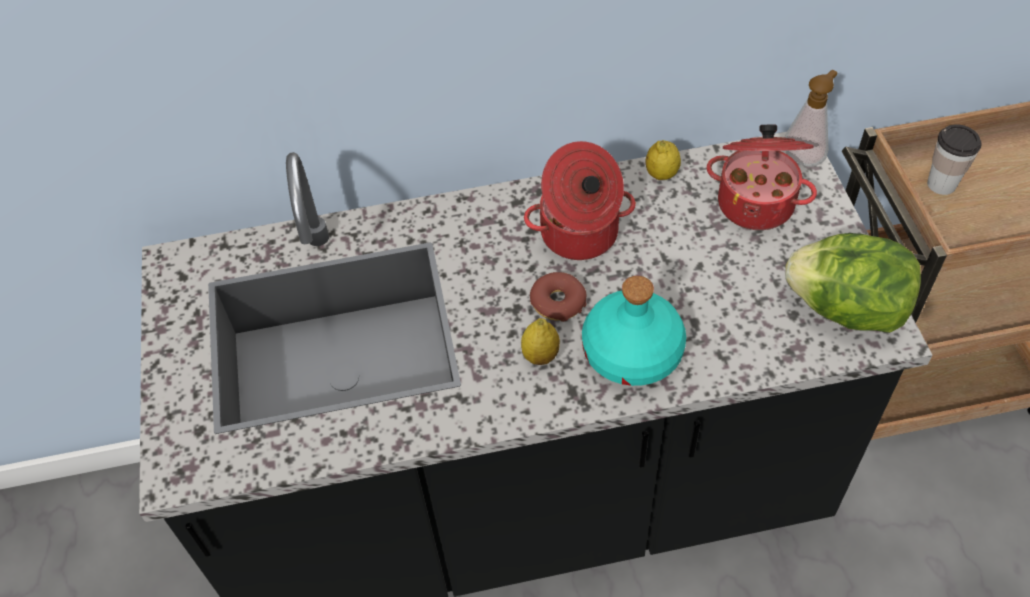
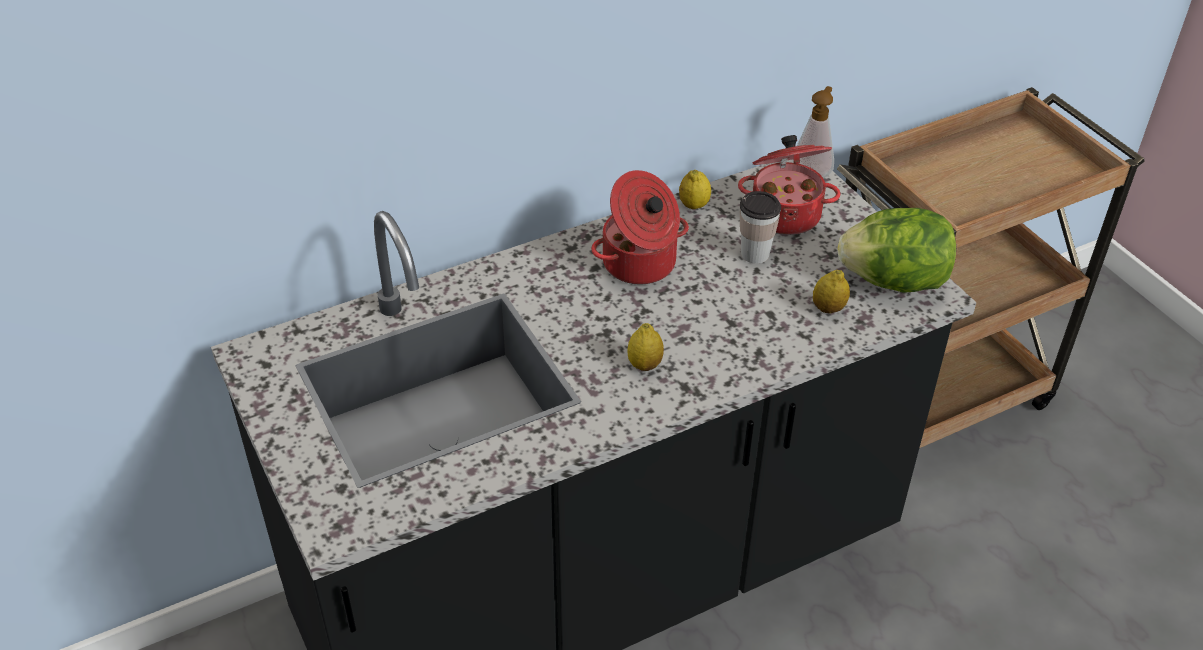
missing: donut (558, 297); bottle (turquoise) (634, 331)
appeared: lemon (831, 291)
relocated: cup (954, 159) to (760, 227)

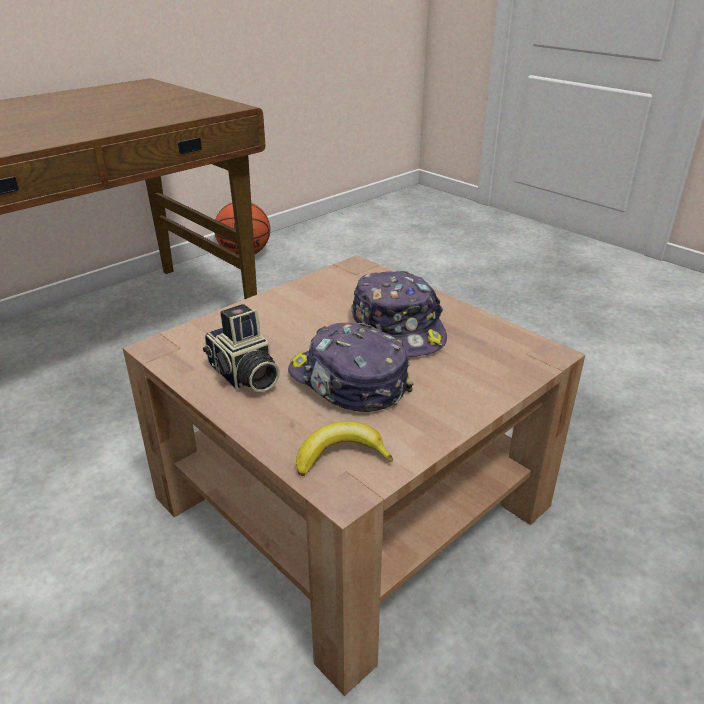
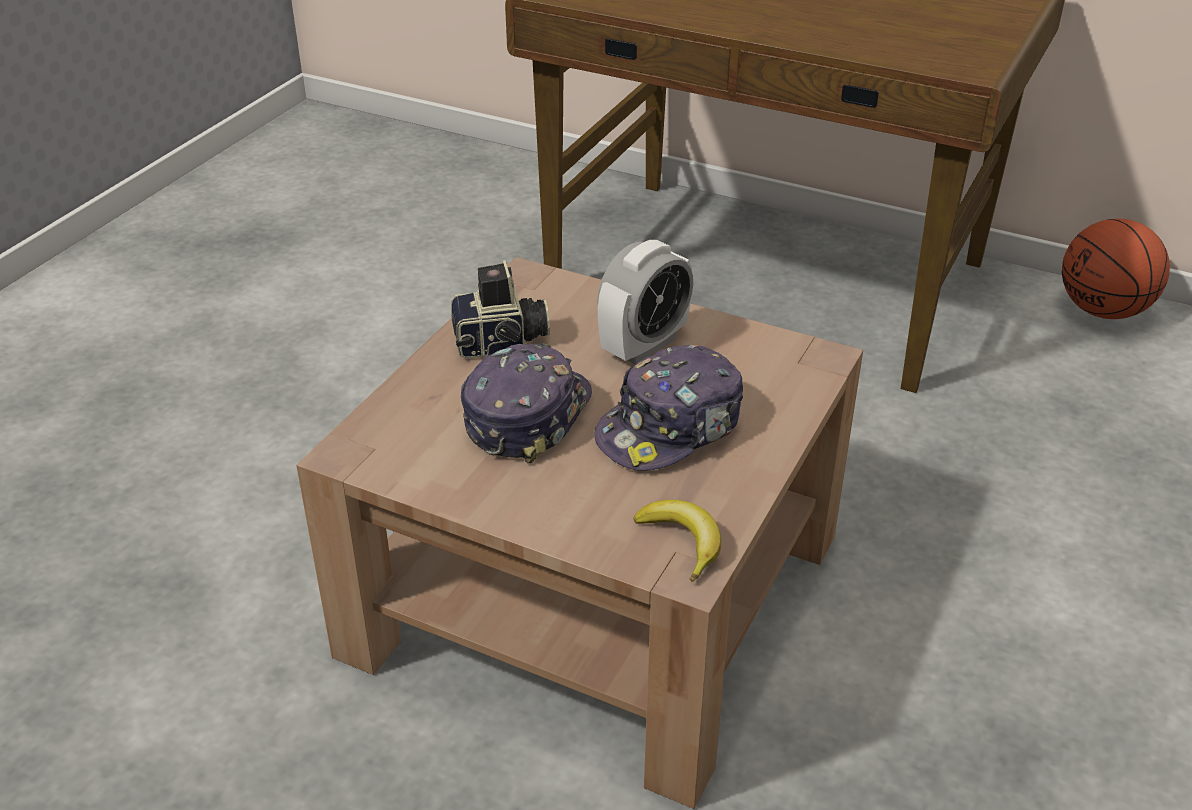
appeared: alarm clock (645, 302)
relocated: banana (344, 448) to (677, 541)
spun: photo camera (241, 348) = (500, 309) 135 degrees counterclockwise

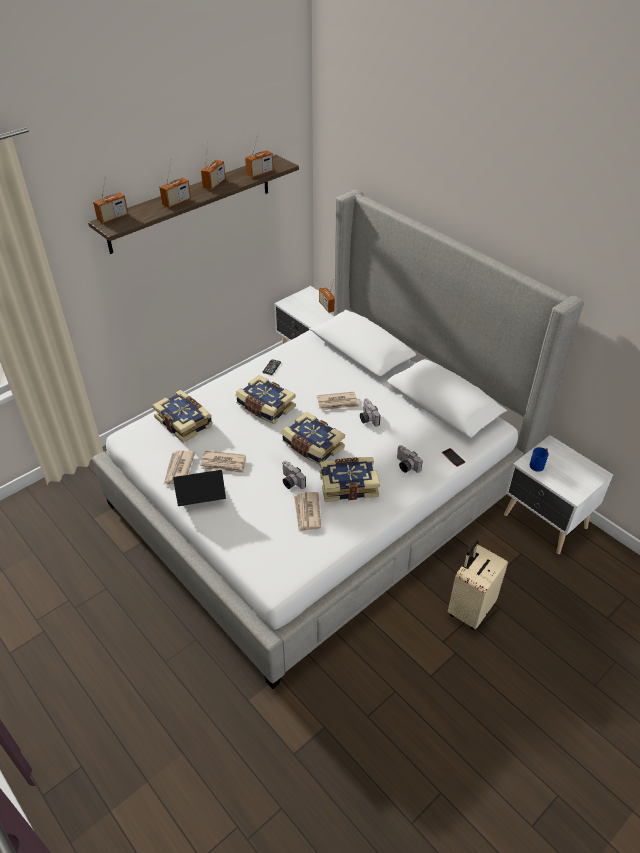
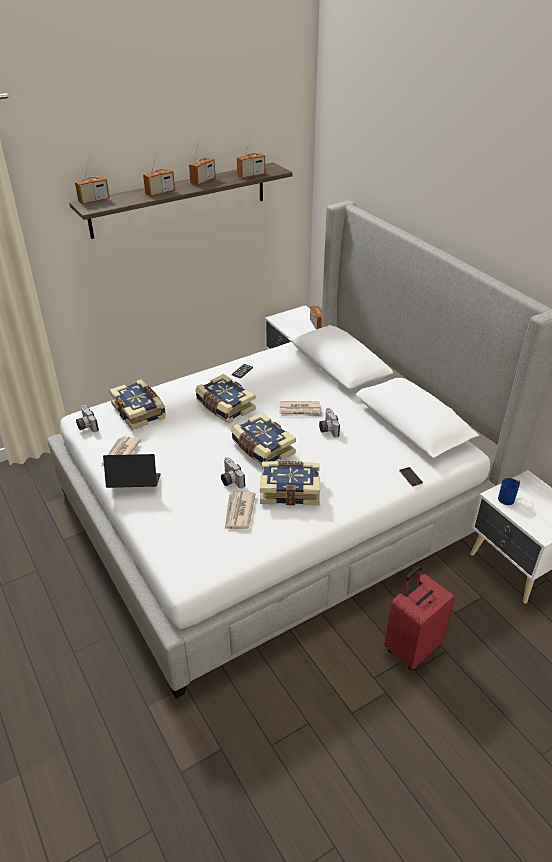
missing: newspaper (223, 462)
relocated: photo camera (410, 459) to (87, 418)
colour: suitcase (beige) (478, 585) to suitcase (red) (419, 618)

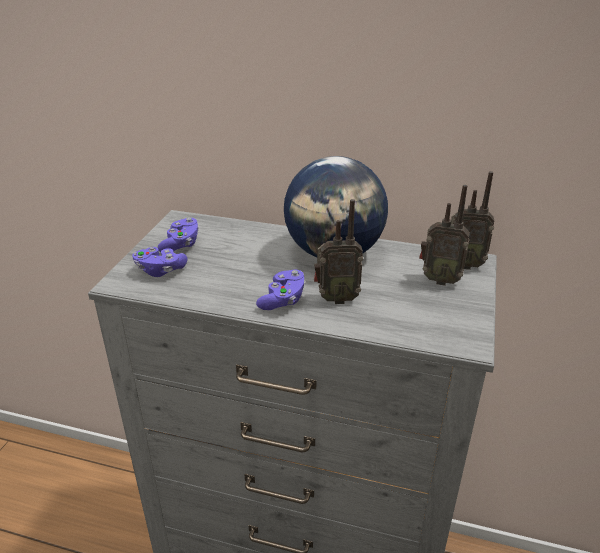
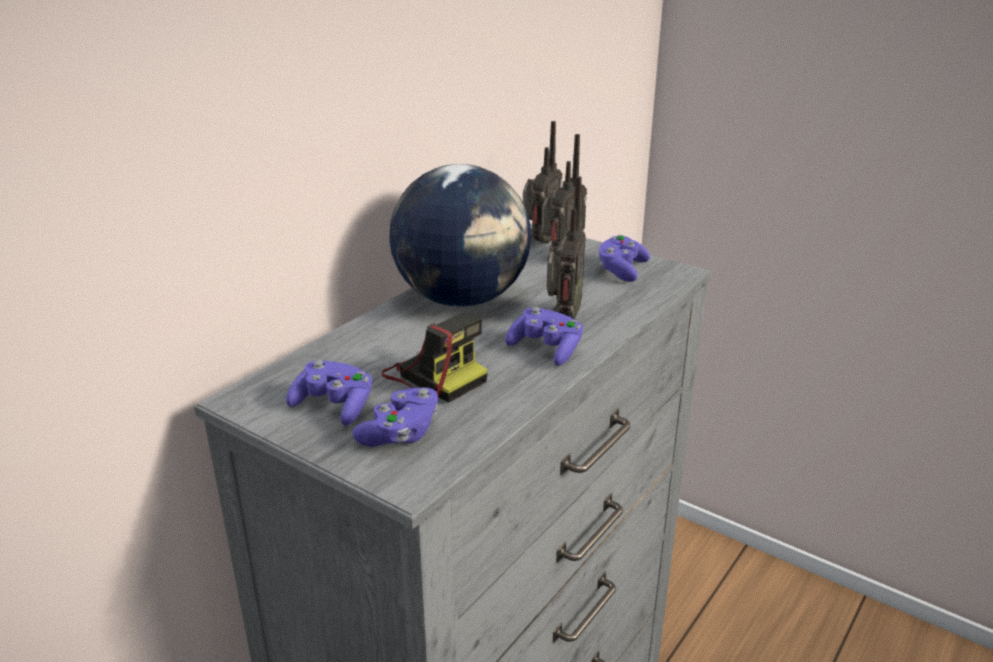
appeared: photo camera (434, 357); game controller (purple) (623, 258)

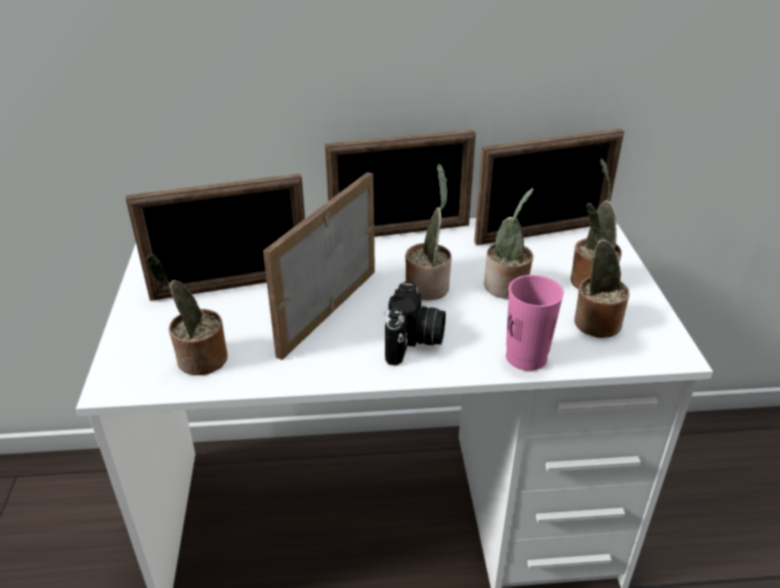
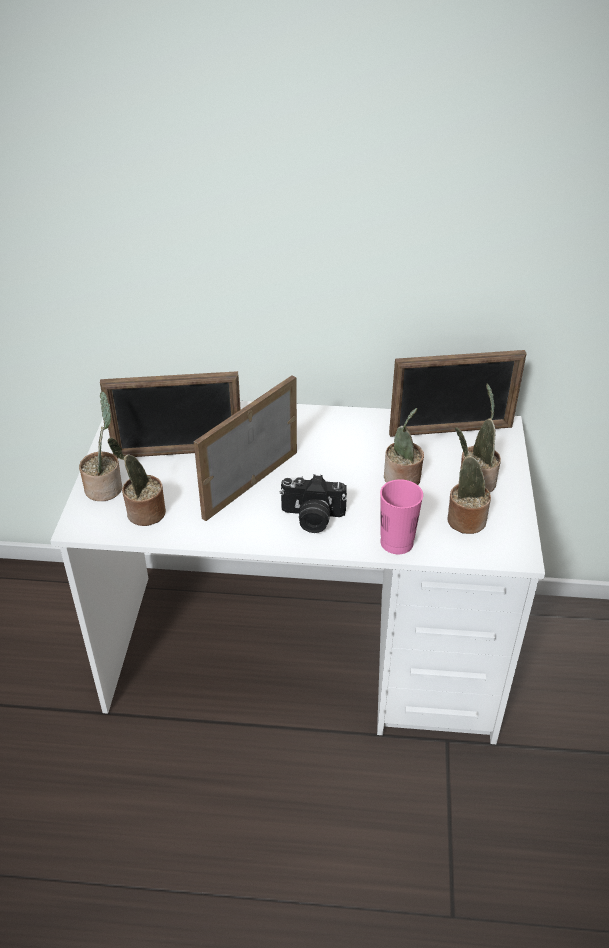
missing: picture frame (400, 183)
relocated: potted plant (428, 232) to (100, 446)
spun: photo camera (415, 323) = (313, 503) 75 degrees clockwise

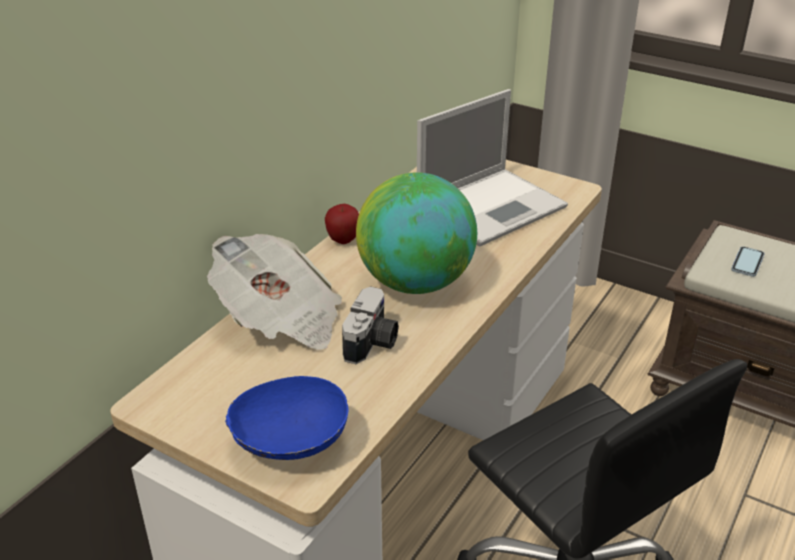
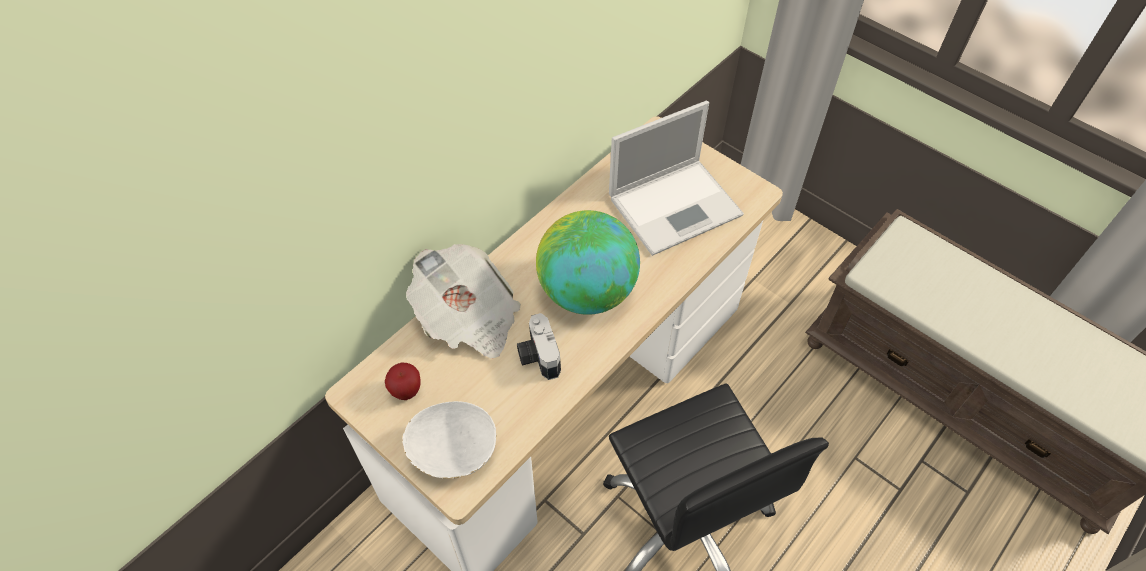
missing: phone (748, 262)
relocated: apple (342, 224) to (403, 381)
colour: bowl (blue) (287, 418) to bowl (white) (449, 440)
spun: photo camera (370, 325) = (539, 346) 135 degrees clockwise

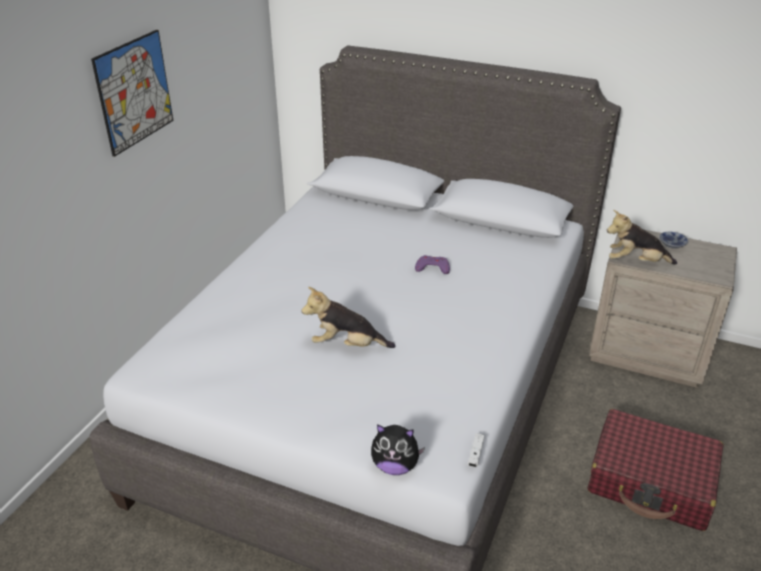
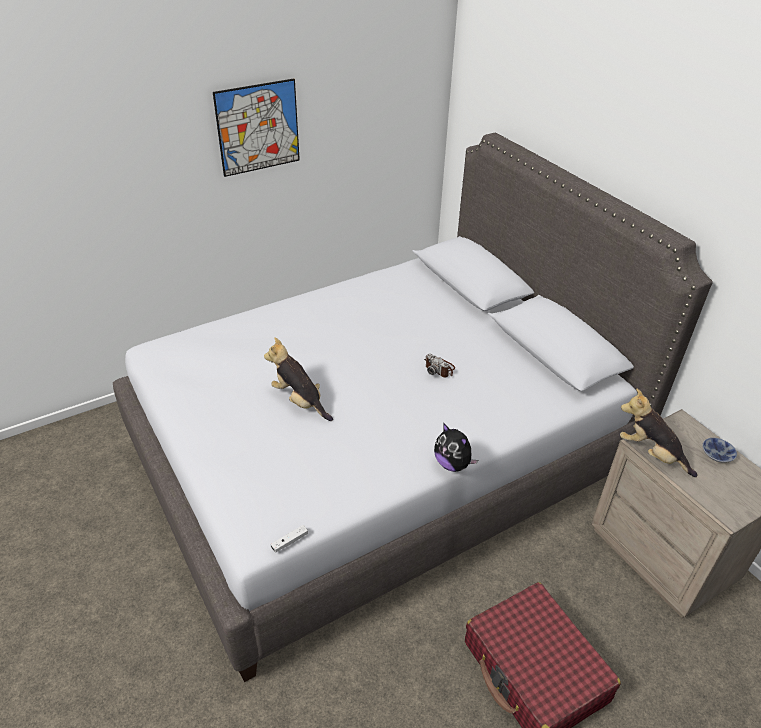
relocated: plush toy (398, 449) to (456, 447)
exchanged: game controller (purple) (432, 264) to photo camera (439, 365)

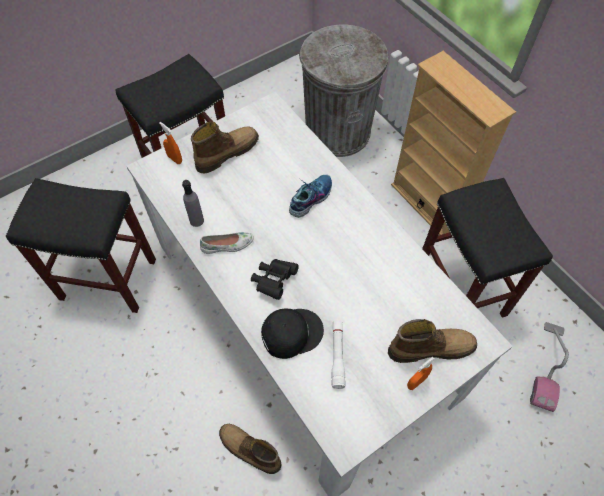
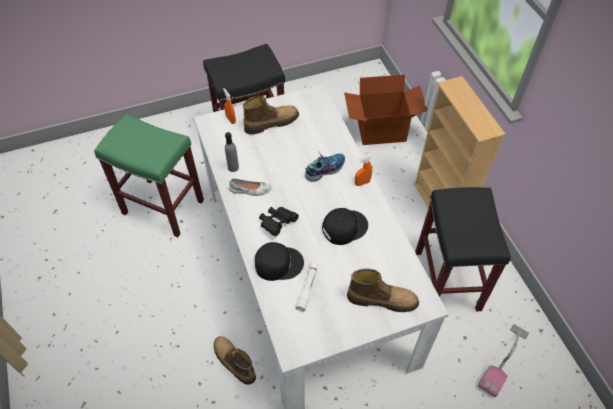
appeared: cap (black) (345, 226)
relocated: spray bottle (orange) (421, 373) to (363, 170)
exchanged: trash can (grey) (343, 90) to cardboard box (386, 110)
colour: stool (black) (81, 245) to stool (green) (149, 175)

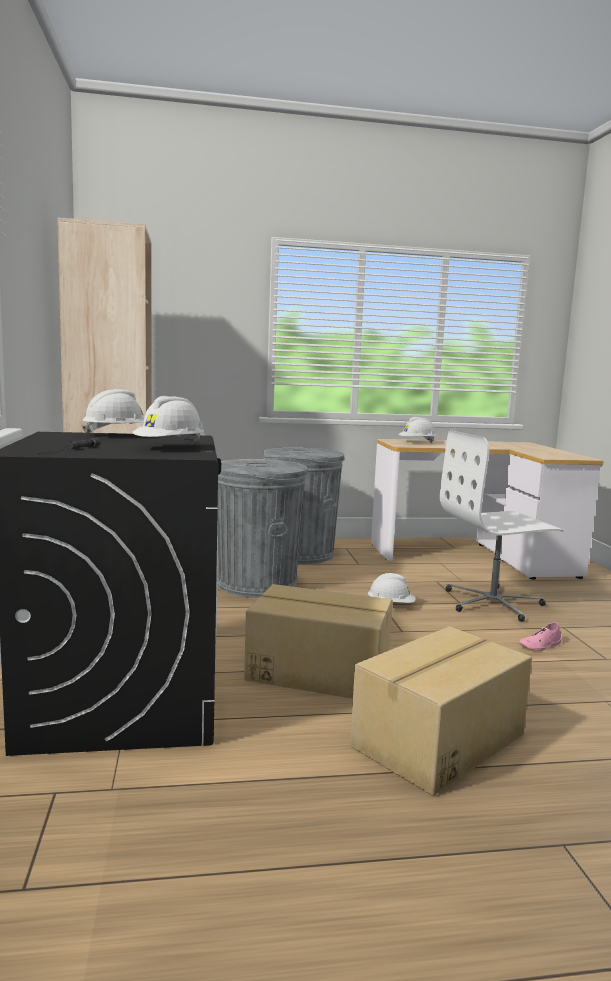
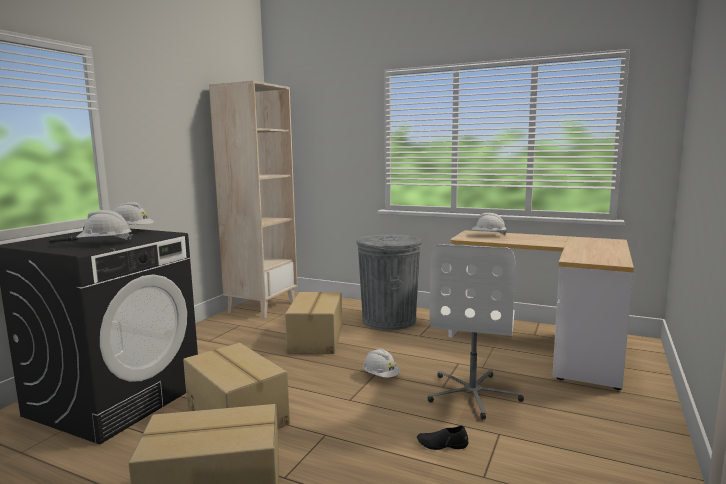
exchanged: trash can (grey) (262, 528) to cardboard box (313, 323)
colour: shoe (pink) (540, 636) to shoe (black) (442, 438)
spun: office chair (white) (502, 526) = (476, 332) 90 degrees counterclockwise

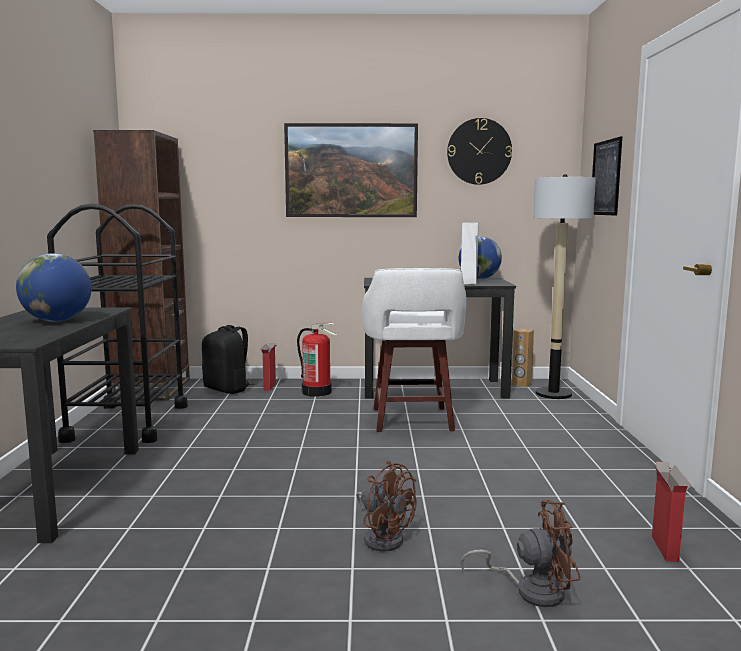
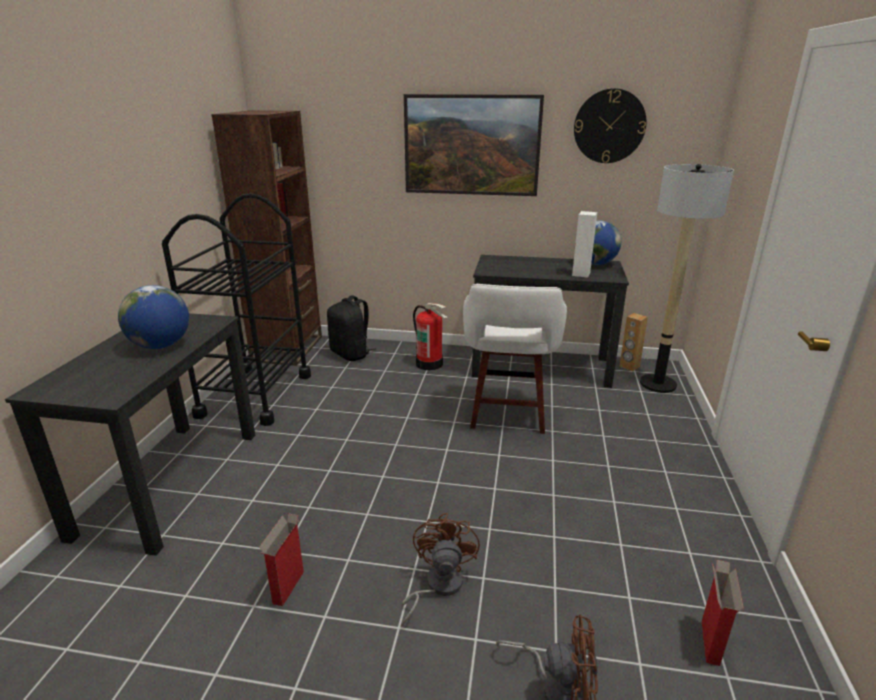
missing: picture (607, 176)
relocated: cardboard box (268, 367) to (281, 559)
spun: fan (brown) (386, 506) = (440, 570) 135 degrees counterclockwise

